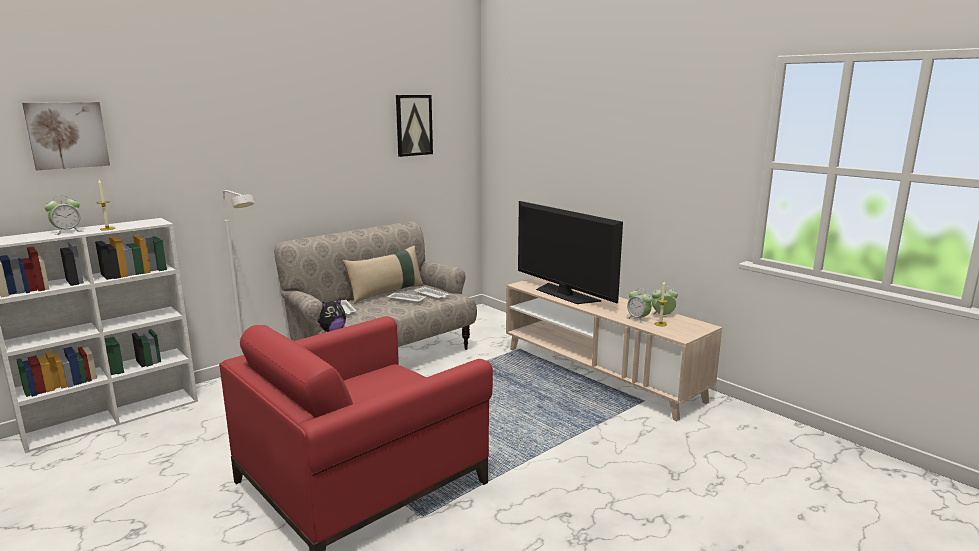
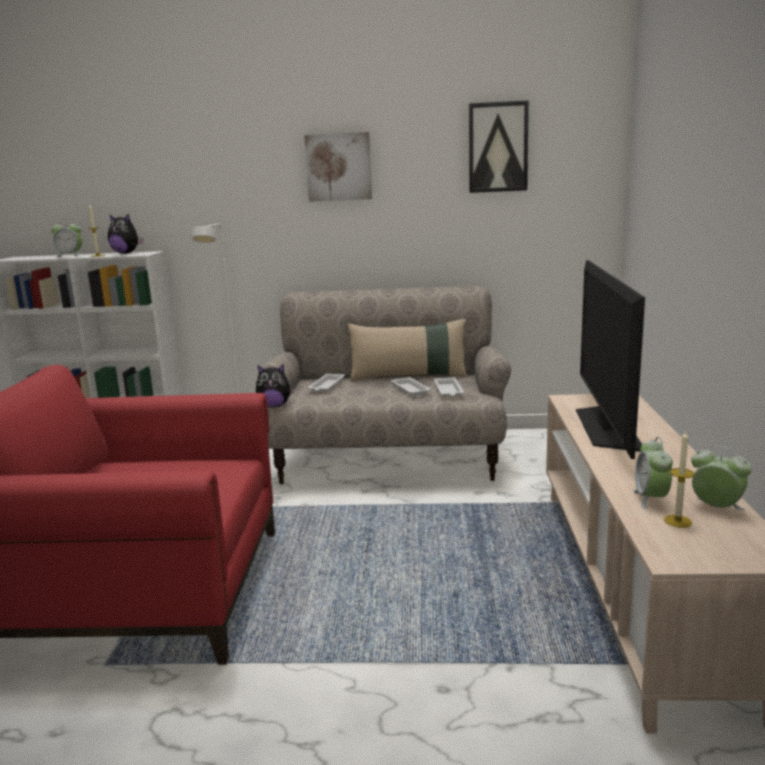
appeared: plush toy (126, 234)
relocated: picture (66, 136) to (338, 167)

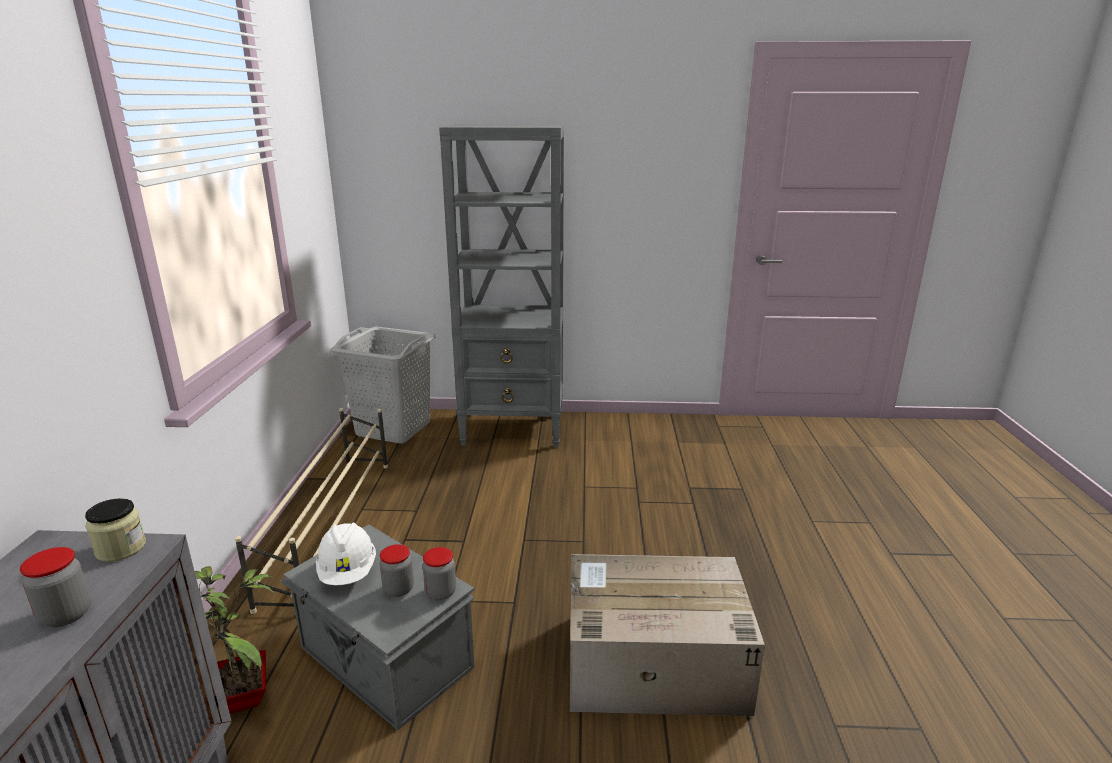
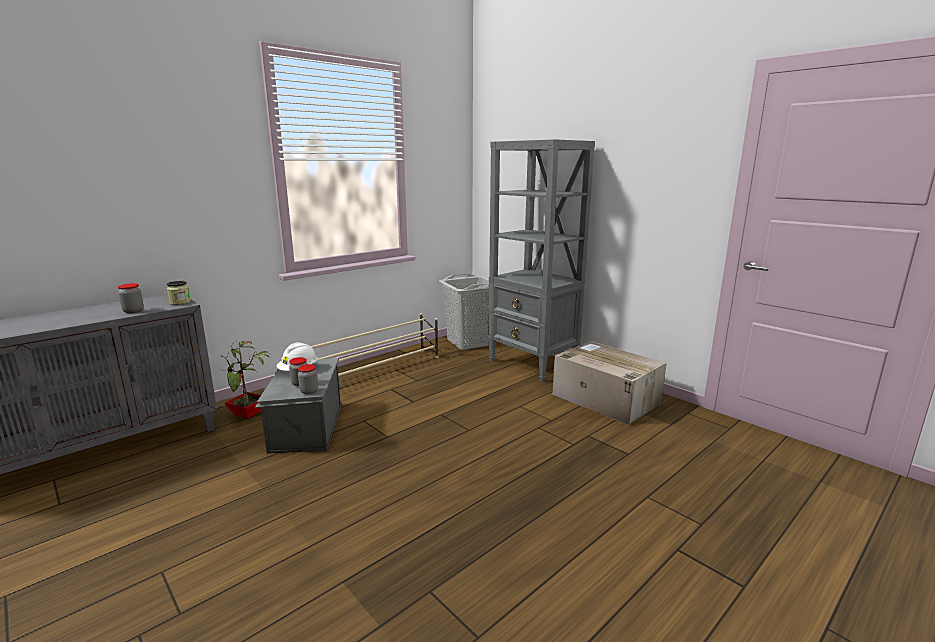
relocated: cardboard box (667, 635) to (609, 383)

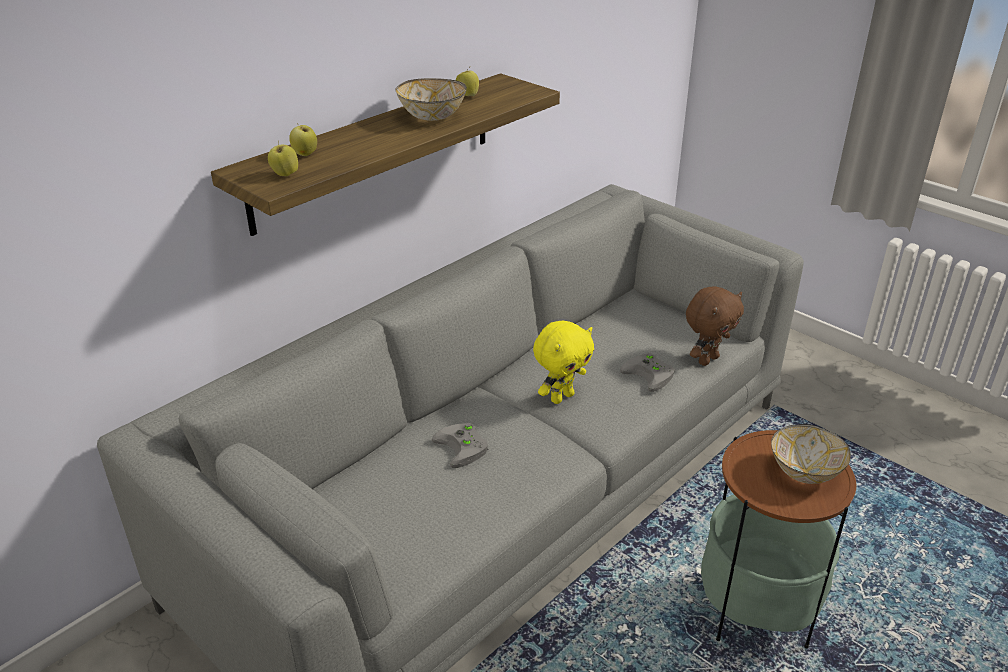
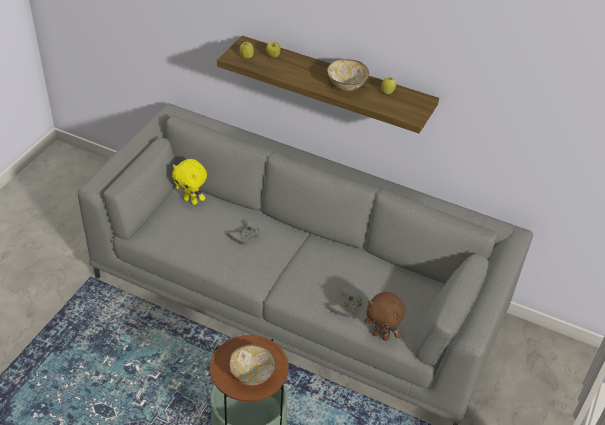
relocated: plush toy (yellow) (563, 362) to (189, 182)

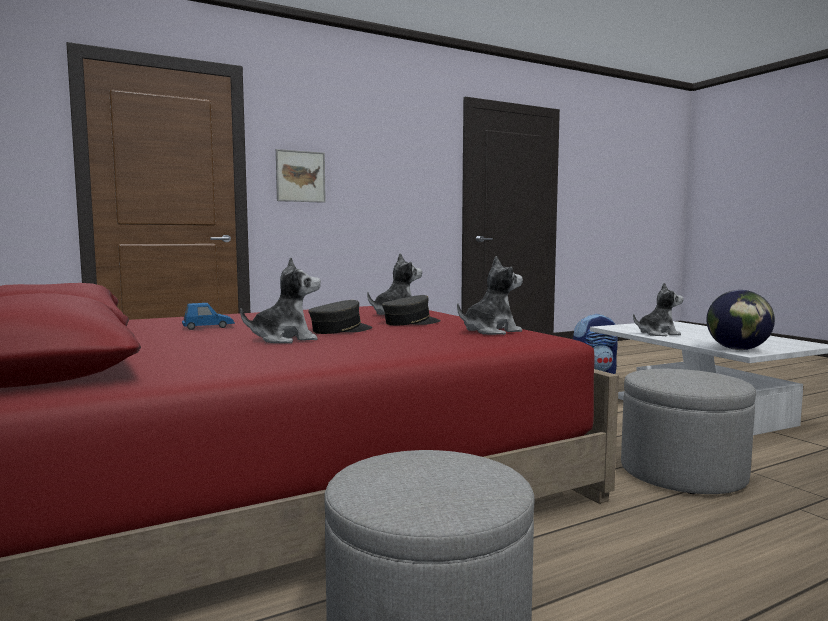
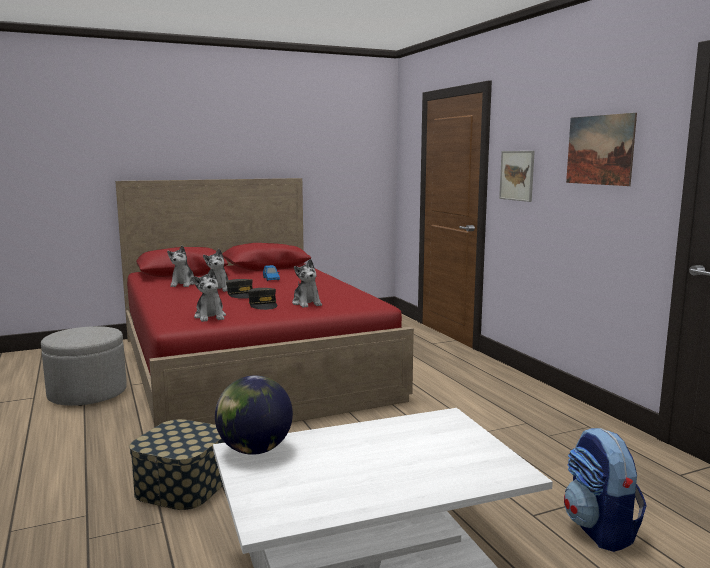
appeared: picture (601, 149)
relocated: plush toy (658, 309) to (181, 266)
exchanged: ottoman (grey) (688, 431) to storage box (177, 464)

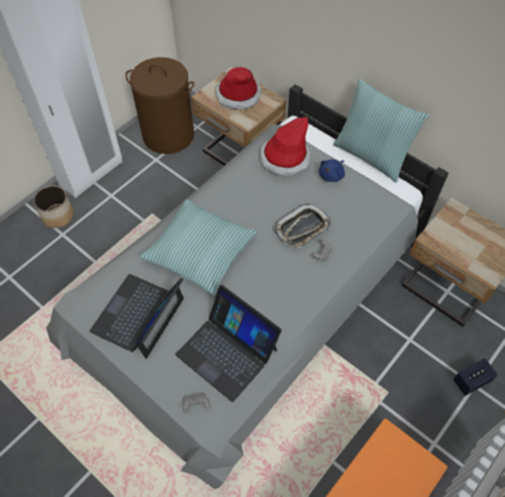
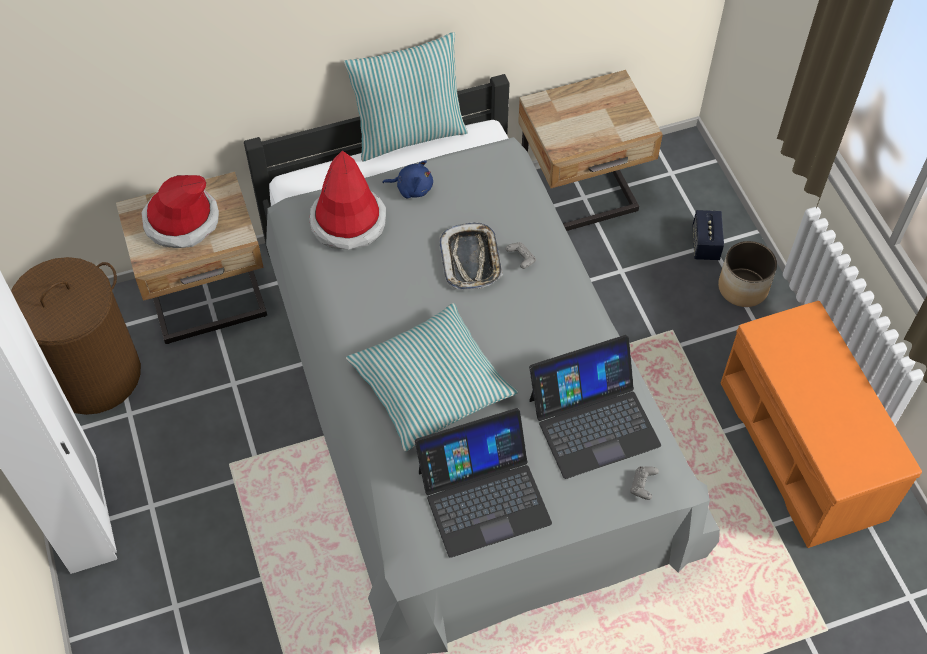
relocated: planter (53, 207) to (747, 274)
spun: laptop (136, 316) = (483, 483) 75 degrees counterclockwise; plush toy (blue) (332, 170) = (407, 179) 60 degrees counterclockwise

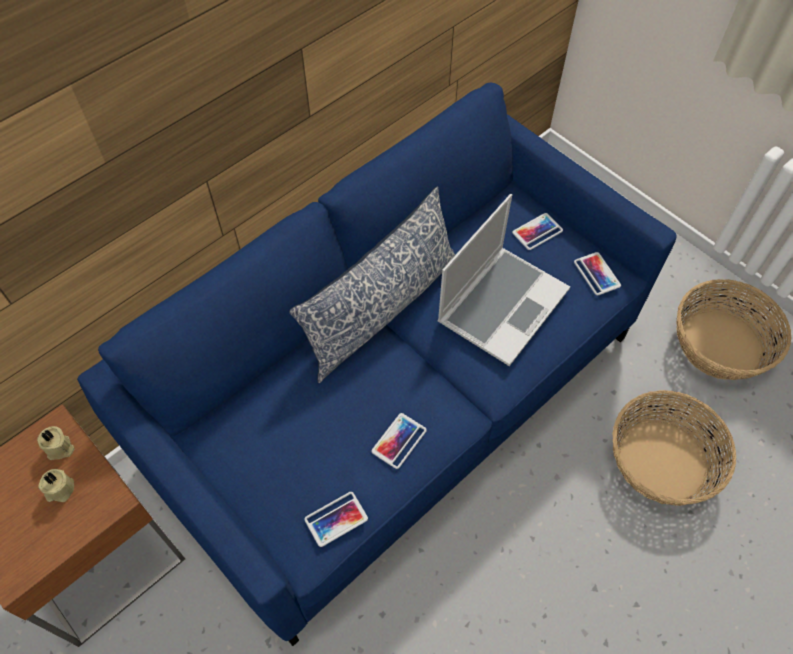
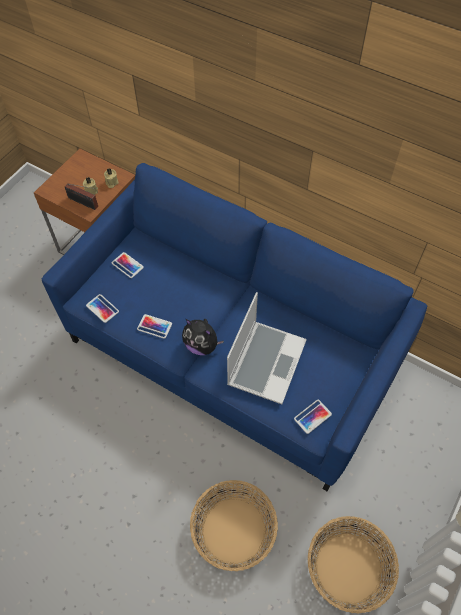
missing: pillow (372, 285)
appeared: radio (81, 196); plush toy (203, 337)
relocated: phone (537, 231) to (128, 265)
spun: laptop (503, 280) = (267, 348) 90 degrees counterclockwise

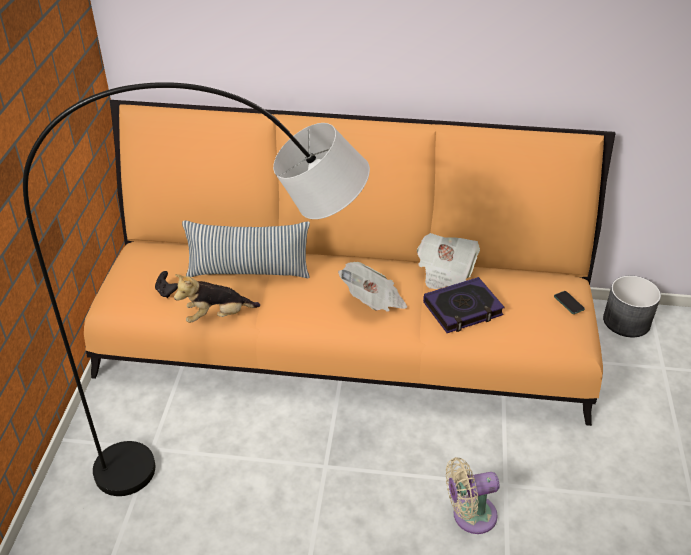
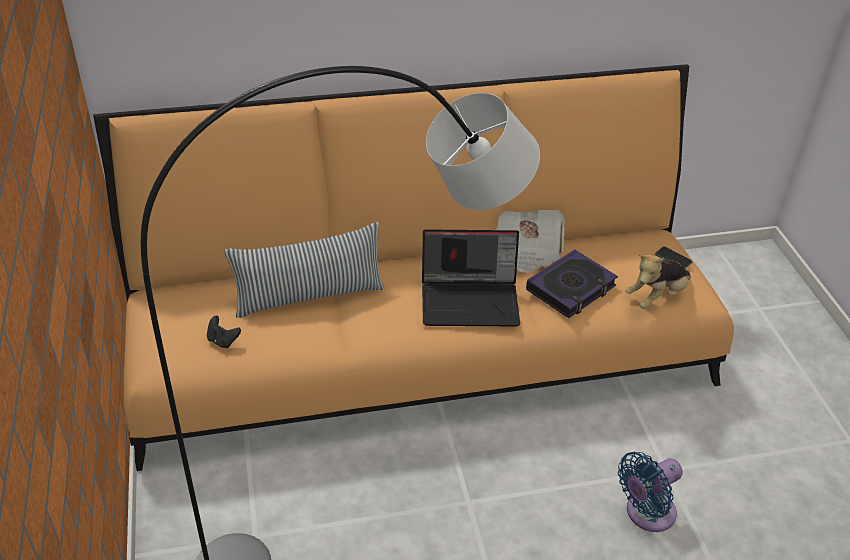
missing: planter (grey) (632, 306)
relocated: plush toy (217, 298) to (658, 282)
exchanged: newspaper (372, 287) to laptop (471, 277)
colour: fan (beige) (472, 495) to fan (blue) (650, 492)

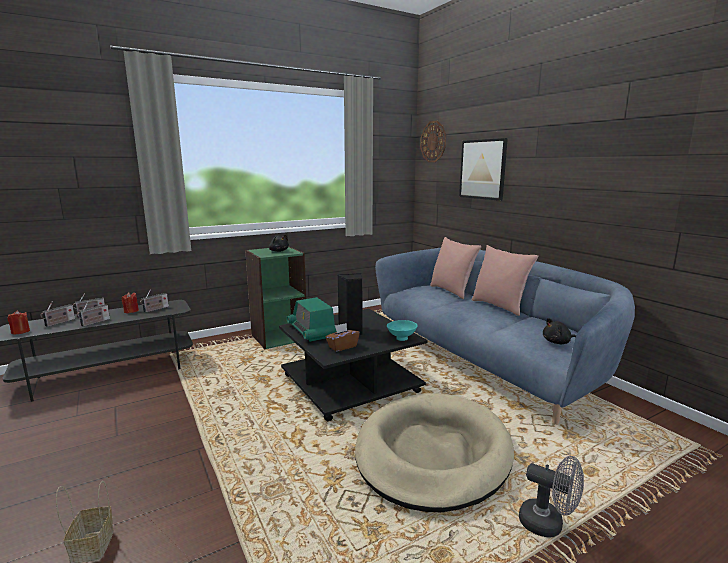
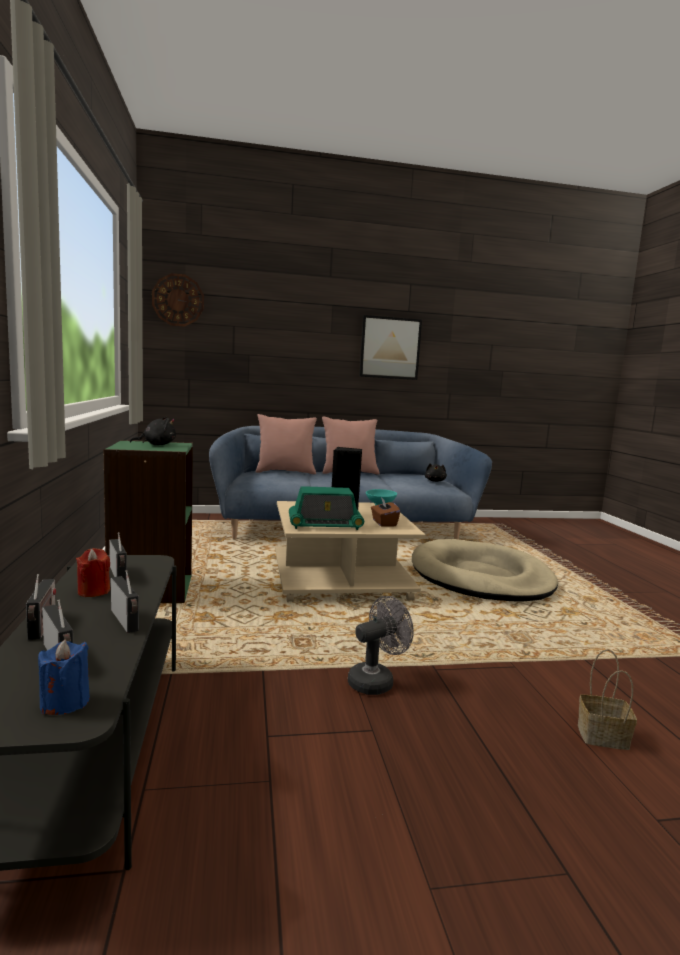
relocated: picture (483, 169) to (390, 347); fan (grey) (551, 497) to (381, 645)
colour: candle (red) (18, 323) to candle (blue) (64, 677); coffee table (black) (353, 365) to coffee table (beige) (350, 551)

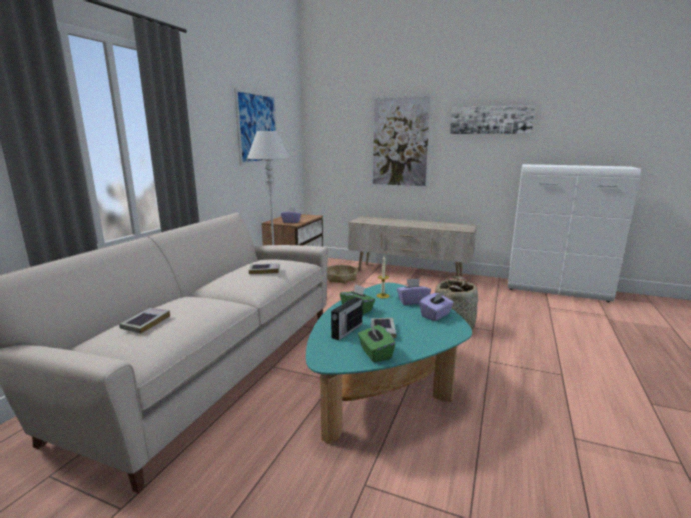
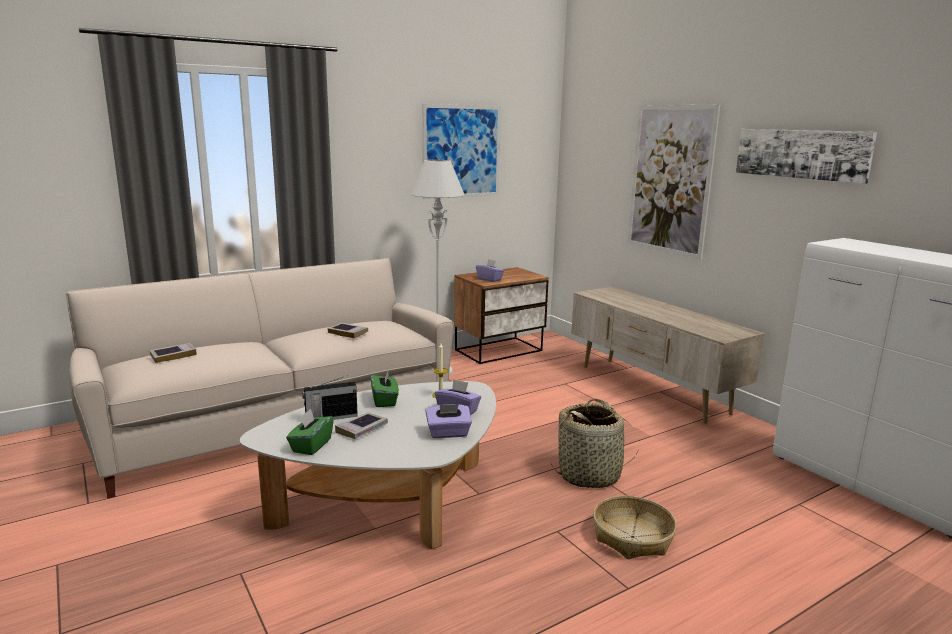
relocated: basket (342, 274) to (635, 527)
colour: coffee table (turquoise) (389, 363) to coffee table (white) (368, 465)

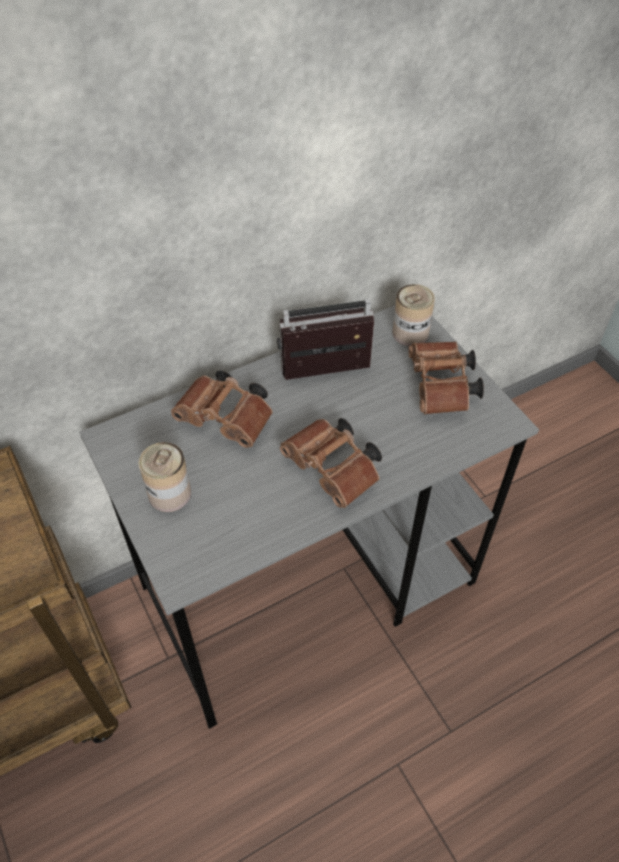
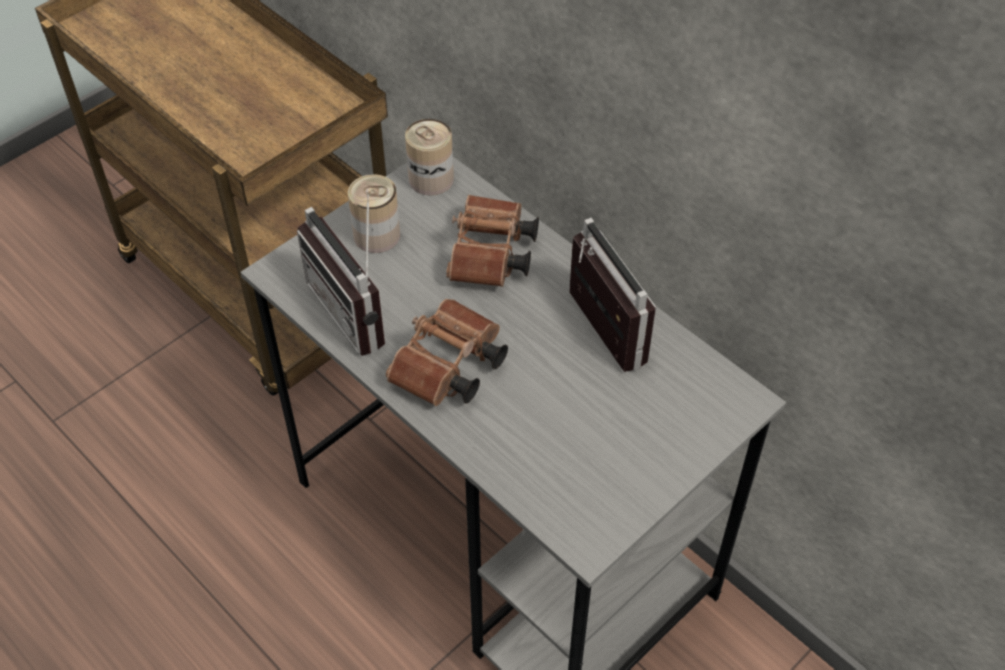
missing: binoculars (brown) (446, 378)
appeared: radio (341, 275)
relocated: can (413, 315) to (429, 157)

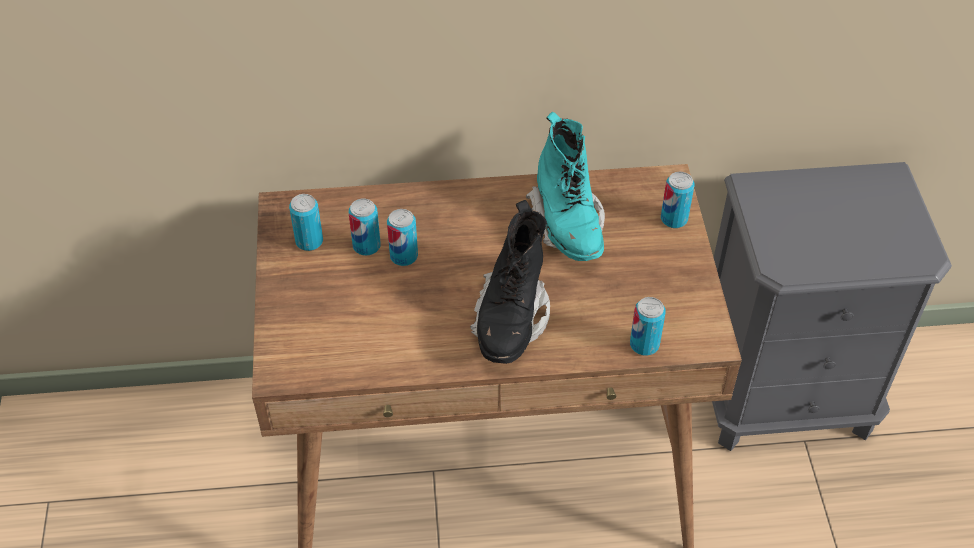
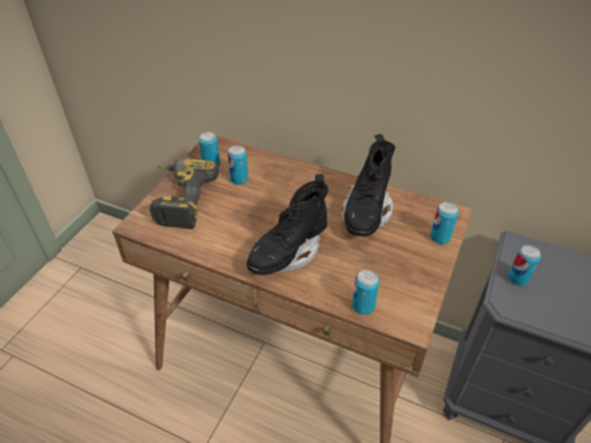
appeared: power drill (184, 194)
relocated: can (402, 237) to (524, 265)
colour: boot (turquoise) (565, 186) to boot (black) (367, 185)

